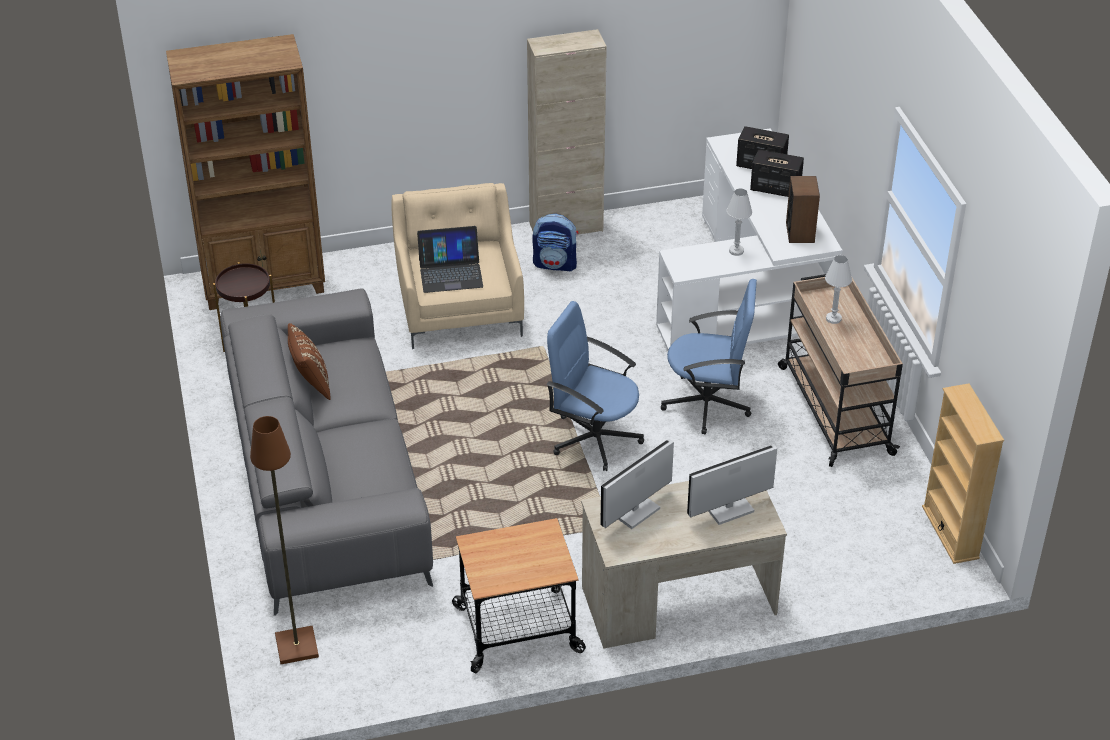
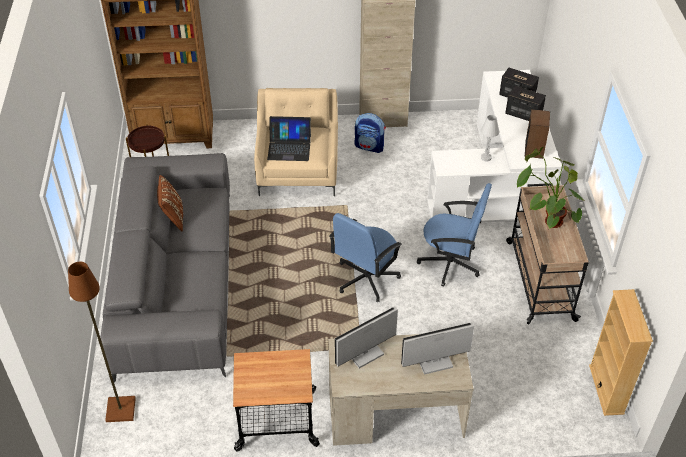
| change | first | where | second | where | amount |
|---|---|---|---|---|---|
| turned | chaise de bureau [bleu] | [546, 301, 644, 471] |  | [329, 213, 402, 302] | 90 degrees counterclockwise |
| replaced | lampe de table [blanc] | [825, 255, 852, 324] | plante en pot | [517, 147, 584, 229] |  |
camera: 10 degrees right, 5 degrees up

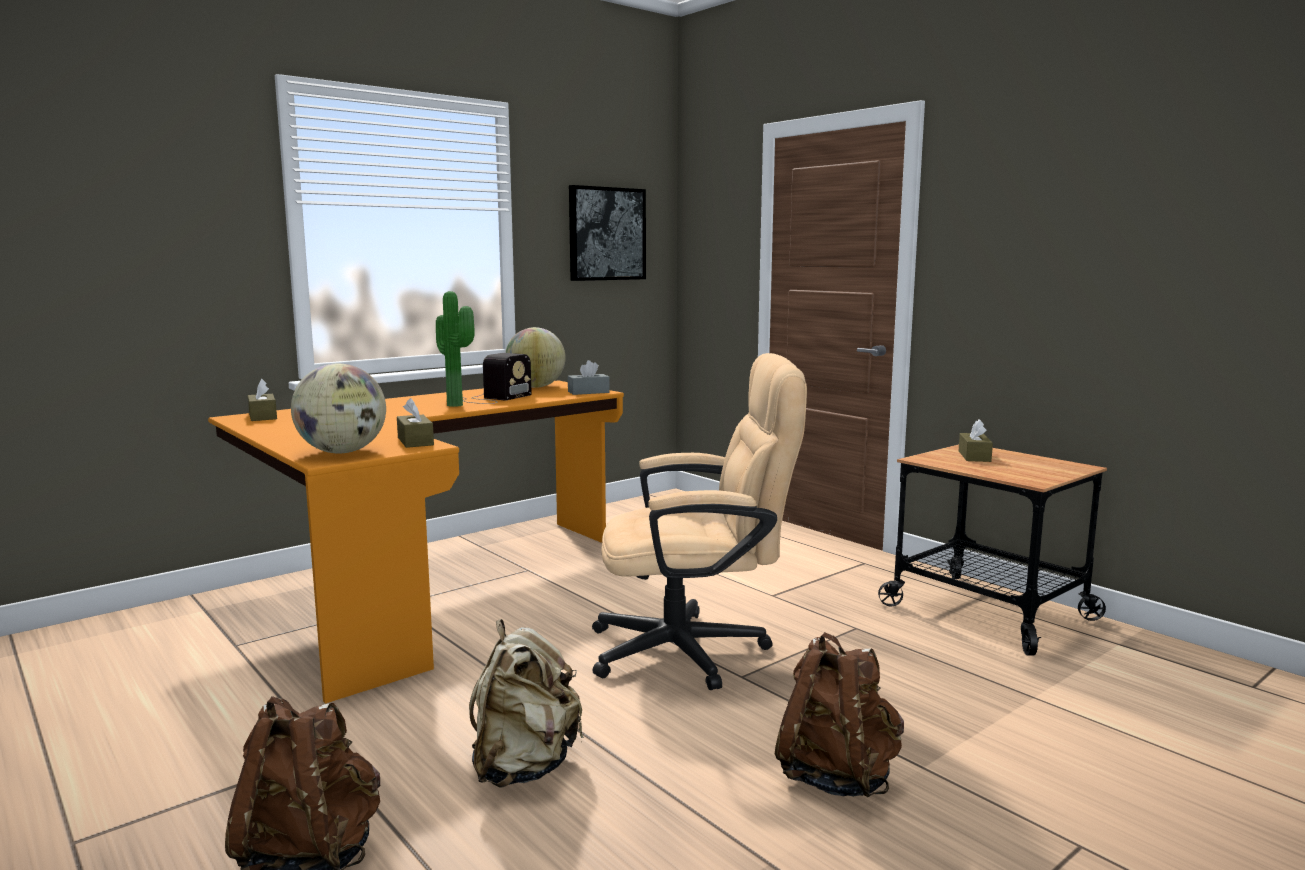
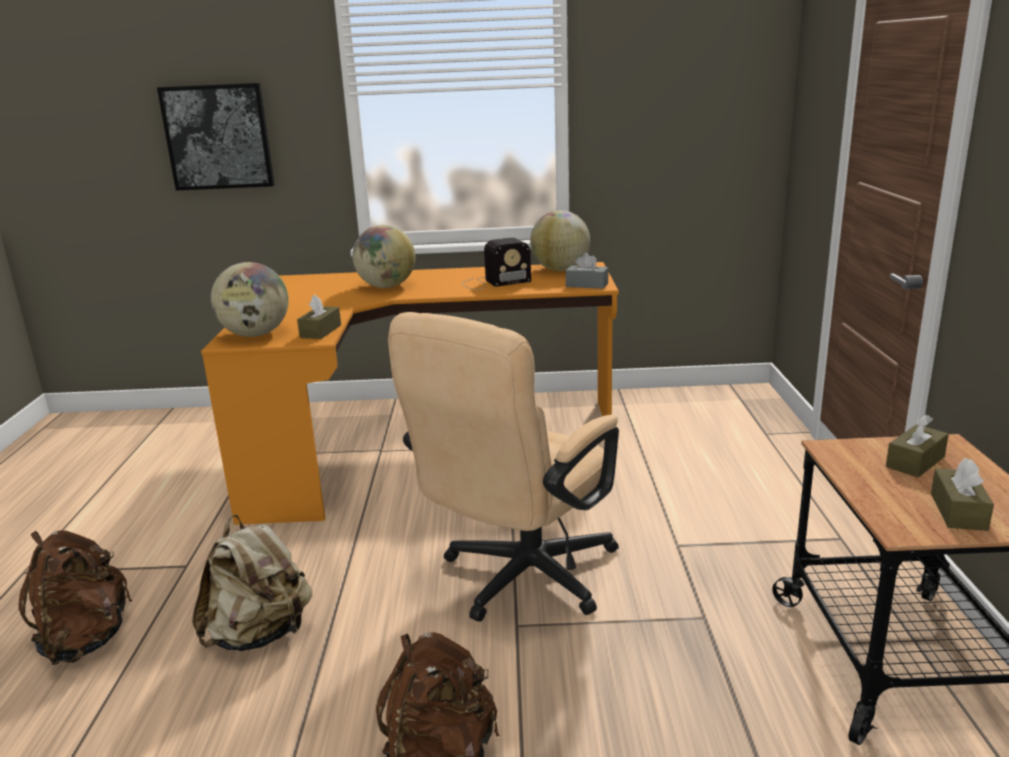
| change | first | where | second | where | amount |
|---|---|---|---|---|---|
| moved | tableau | [569, 185, 646, 281] |  | [157, 83, 275, 190] |  |
| added |  |  | globe | [352, 225, 415, 288] |  |
| turned | chaise de bureau [beige] | [592, 353, 807, 690] |  | [388, 312, 619, 622] | 90 degrees clockwise |
| moved | boîte à mouchoirs [marron] | [248, 379, 277, 421] |  | [931, 458, 994, 531] |  |
| removed | plante en pot | [436, 291, 475, 407] |  |  |  |
camera: 40 degrees right, 10 degrees up

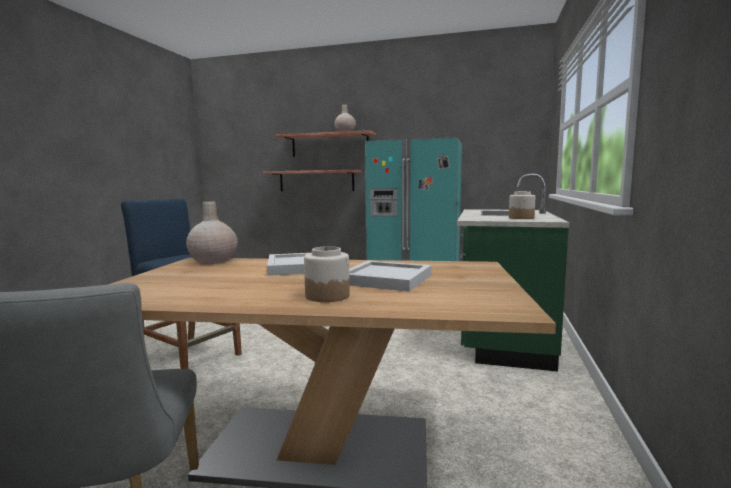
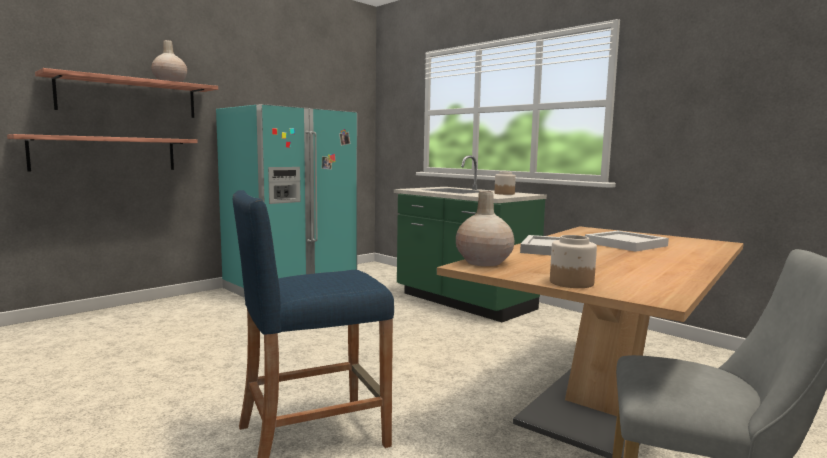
| change | first | where | second | where | amount |
|---|---|---|---|---|---|
| moved | bocal | [304, 246, 350, 302] |  | [550, 235, 597, 288] |  |
camera: 60 degrees left, 0 degrees up

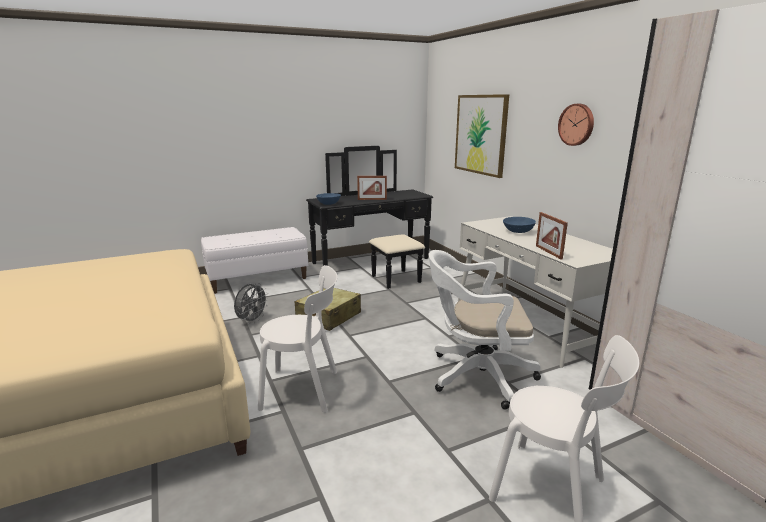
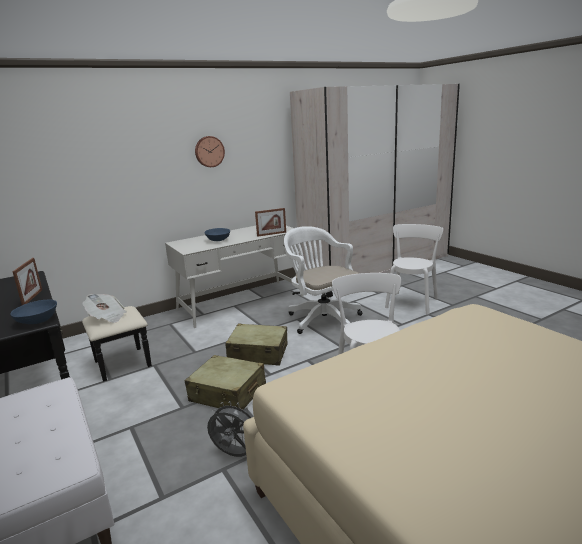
| change | first | where | second | where | amount |
|---|---|---|---|---|---|
| added |  |  | journal | [82, 294, 127, 323] |  |
| added |  |  | valise [beige] | [226, 323, 288, 366] |  |
| turned | chaise de bureau [blanc] | [429, 250, 541, 410] |  | [284, 226, 362, 334] | 150 degrees clockwise |
| removed | tableau | [455, 94, 509, 178] |  |  |  |
camera: 95 degrees left, 0 degrees up

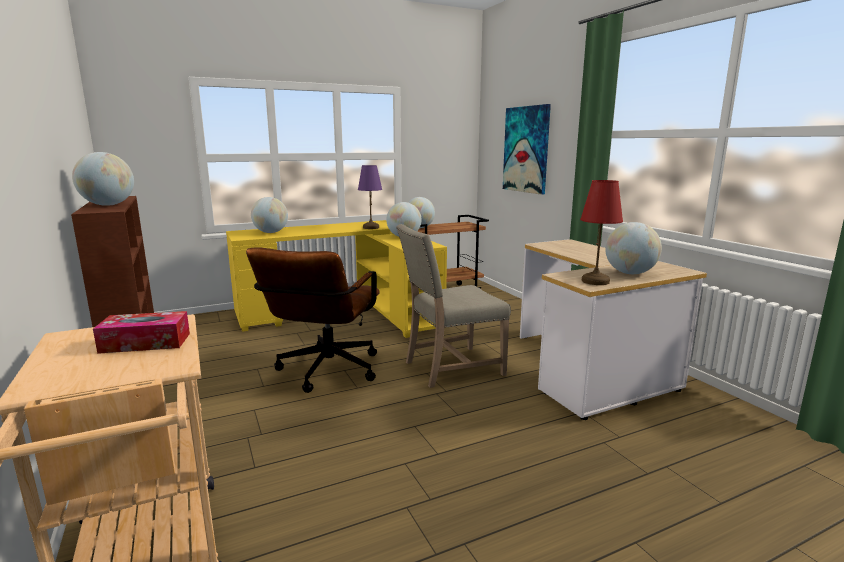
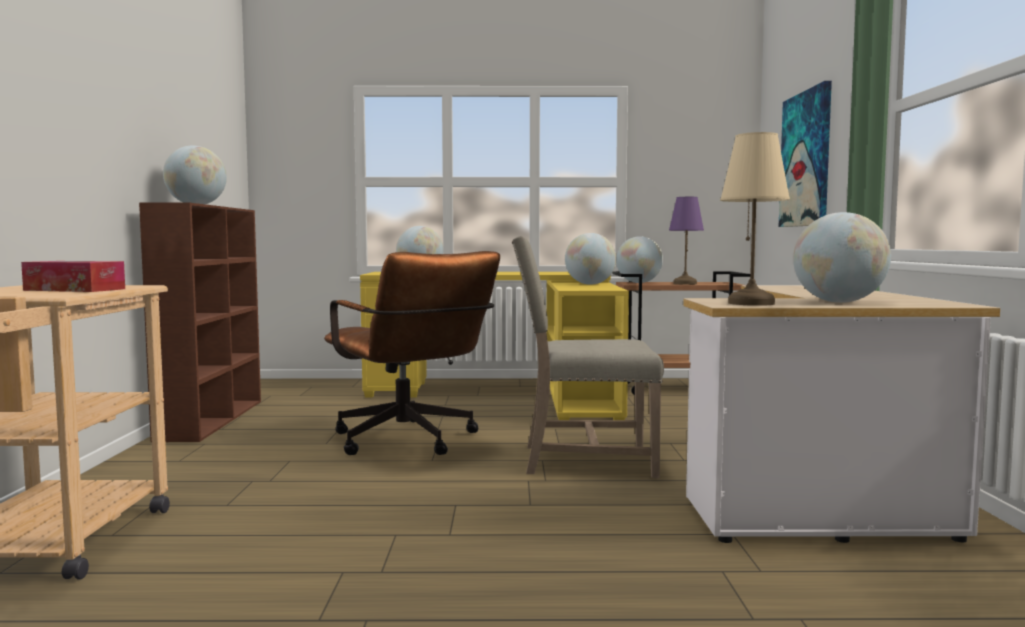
| change | first | where | second | where | amount |
|---|---|---|---|---|---|
| turned | chaise de bureau [marron] | [246, 247, 380, 393] |  | [324, 251, 500, 455] | 75 degrees counterclockwise |
| moved | lampe de table [violet] | [358, 165, 382, 229] |  | [669, 197, 704, 285] |  |
| recoloured | lampe de table [rouge] | [580, 180, 623, 285] | lampe de table [beige] | [720, 132, 790, 306] |  |
camera: 25 degrees right, 10 degrees down

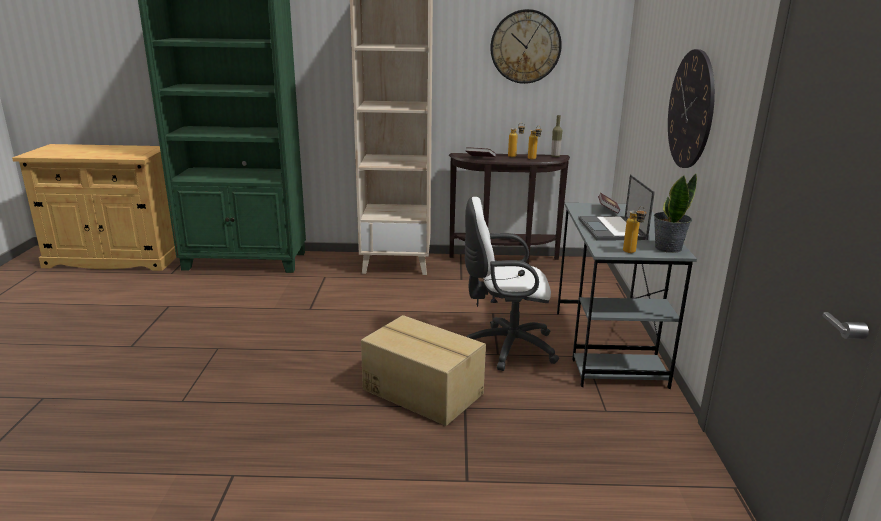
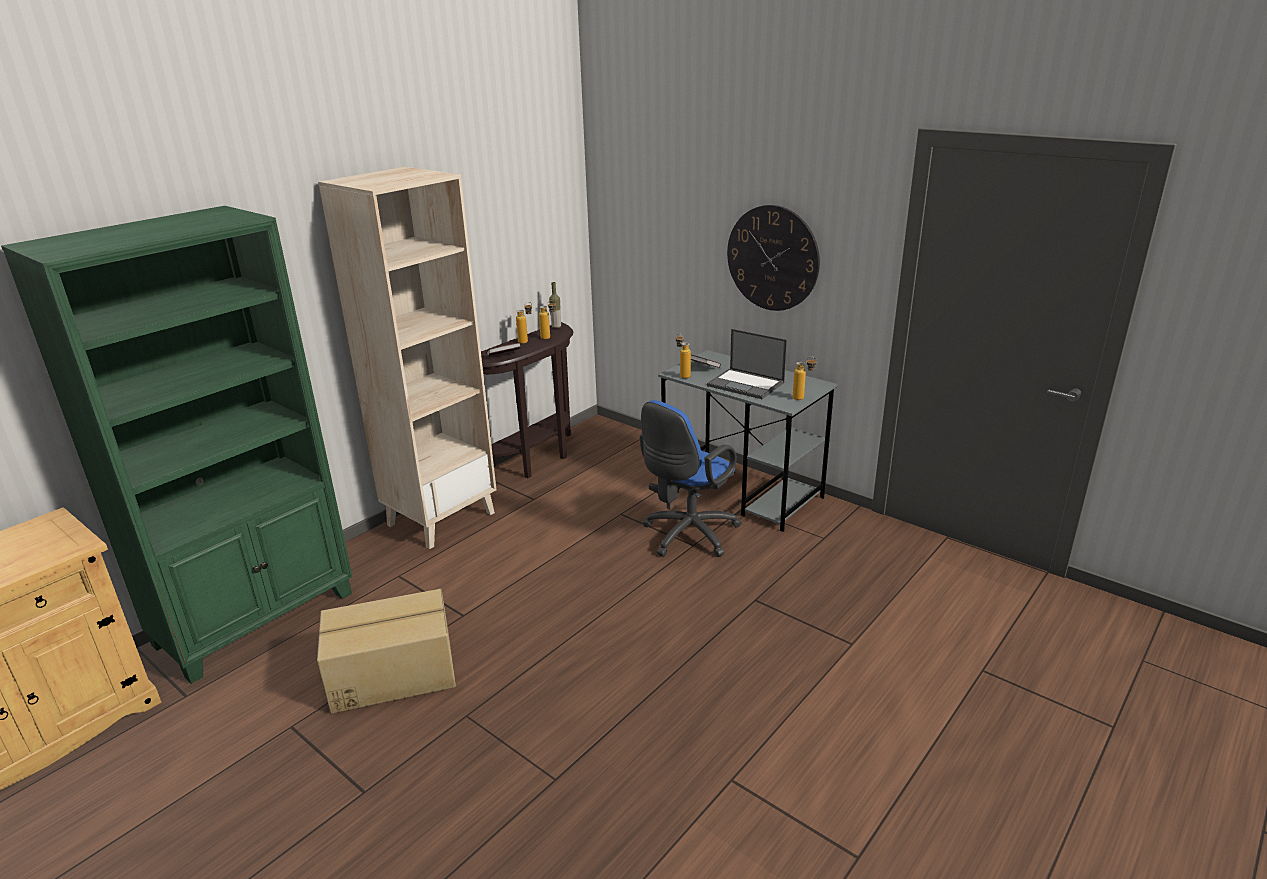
| change | first | where | second | where | amount |
|---|---|---|---|---|---|
| moved | carton | [361, 315, 486, 426] |  | [317, 589, 456, 714] |  |
| recoloured | chaise de bureau [blanc] | [465, 197, 559, 371] | chaise de bureau [bleu] | [640, 400, 741, 557] |  |
| added |  |  | bouteille | [676, 333, 691, 379] |  |
| removed | horloge murale | [490, 9, 562, 84] |  |  |  |
| removed | plante en pot | [654, 173, 697, 253] |  |  |  |
camera: 50 degrees left, 5 degrees up

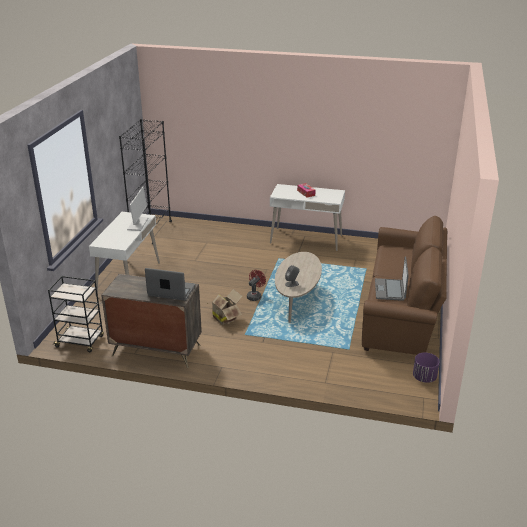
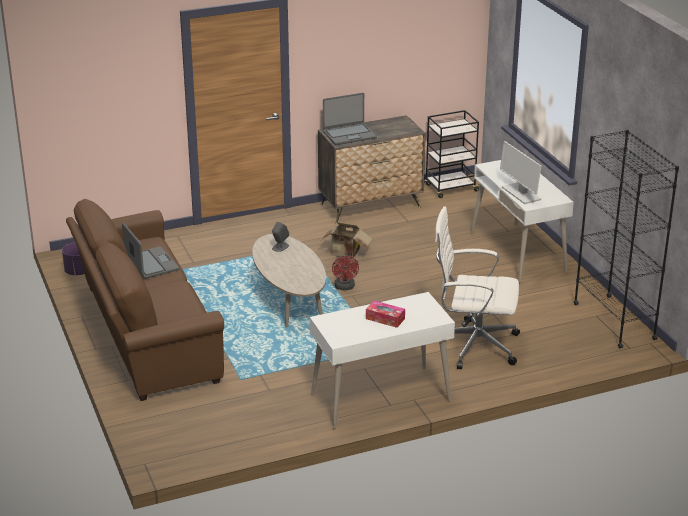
| change | first | where | second | where | amount |
|---|---|---|---|---|---|
| added |  |  | chaise de bureau [blanc] | [435, 206, 520, 369] |  |
camera: 145 degrees right, 0 degrees up

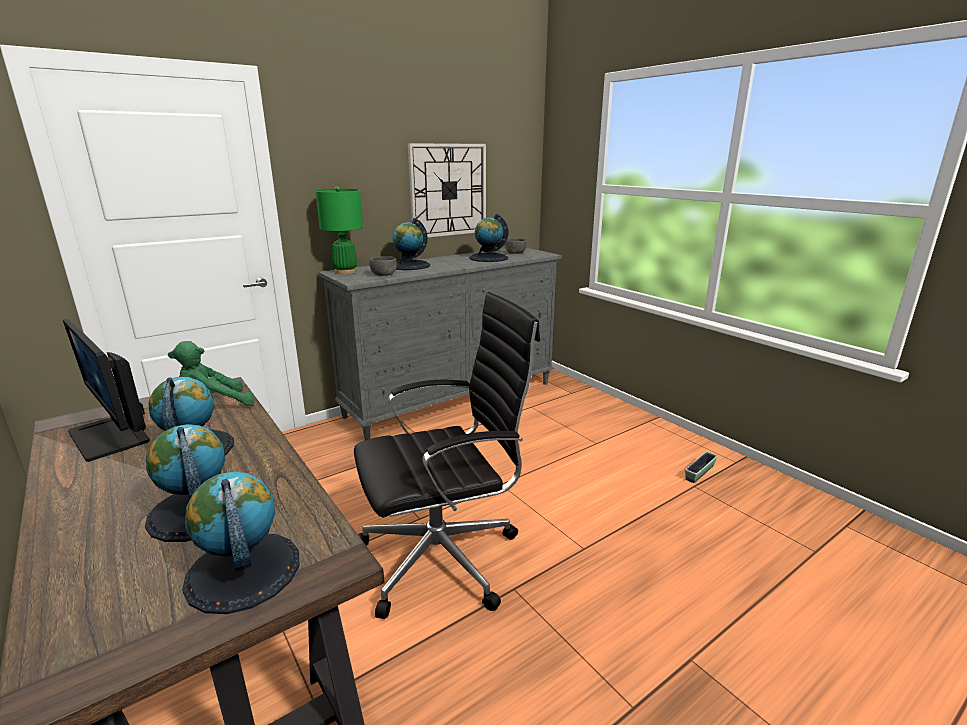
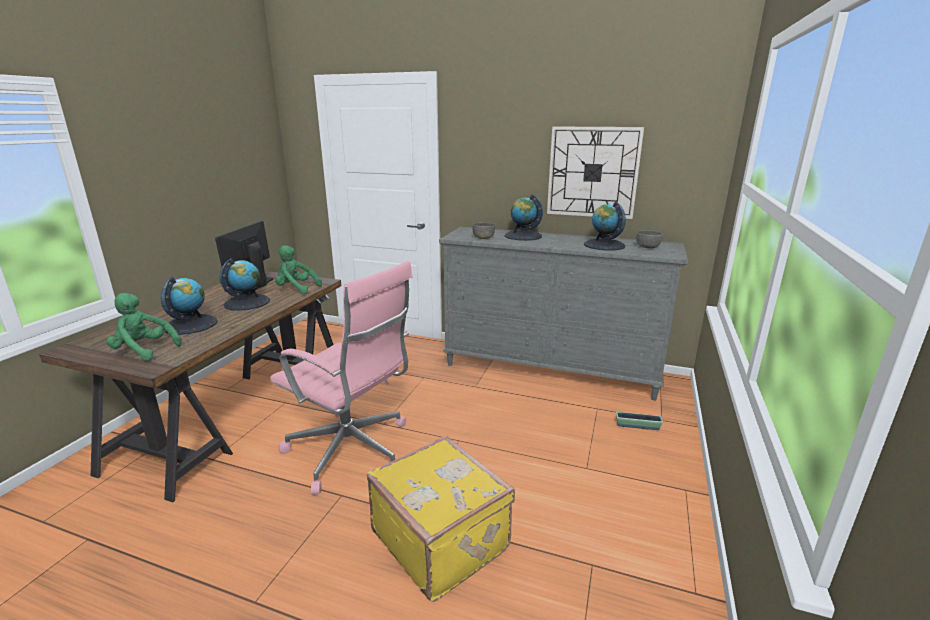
| change | first | where | second | where | amount |
|---|---|---|---|---|---|
| replaced | globe | [182, 471, 299, 614] | peluche [vert] | [106, 293, 182, 360] |  |
| recoloured | chaise de bureau [noir] | [354, 292, 540, 619] | chaise de bureau [rose] | [270, 261, 413, 494] |  |
| added |  |  | valise [jaune] | [367, 436, 515, 602] |  |
| moved | cache-pot | [685, 452, 717, 483] |  | [616, 412, 663, 430] |  |
| removed | lampe de table [vert] | [315, 187, 363, 274] |  |  |  |
camera: 55 degrees right, 0 degrees up

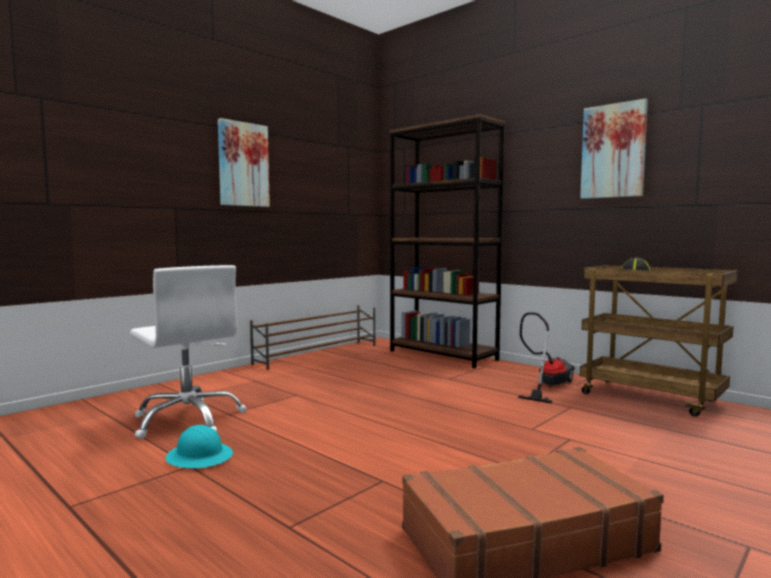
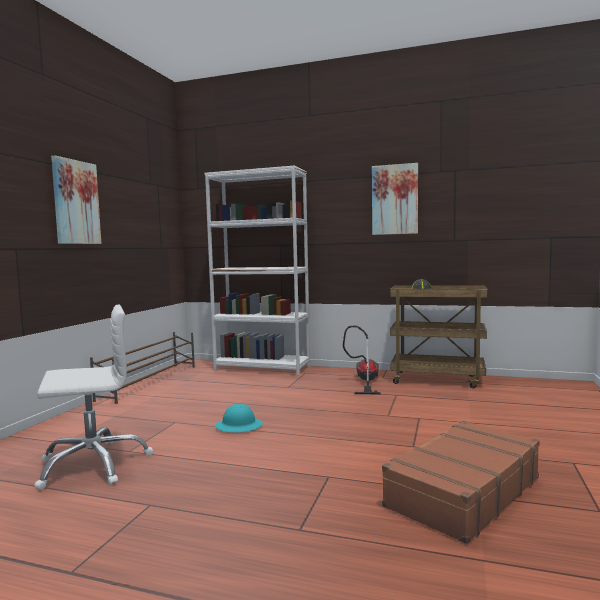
| change | first | where | second | where | amount |
|---|---|---|---|---|---|
| turned | chaise de bureau [blanc] | [130, 265, 246, 439] |  | [34, 305, 153, 490] | 45 degrees counterclockwise |
| recoloured | bibliothèque [marron] | [390, 114, 505, 368] | bibliothèque [blanc] | [204, 166, 310, 376] |  |
| moved | casque de chantier [turquoise] | [166, 425, 233, 468] |  | [215, 404, 262, 432] |  |
camera: 25 degrees left, 0 degrees up

